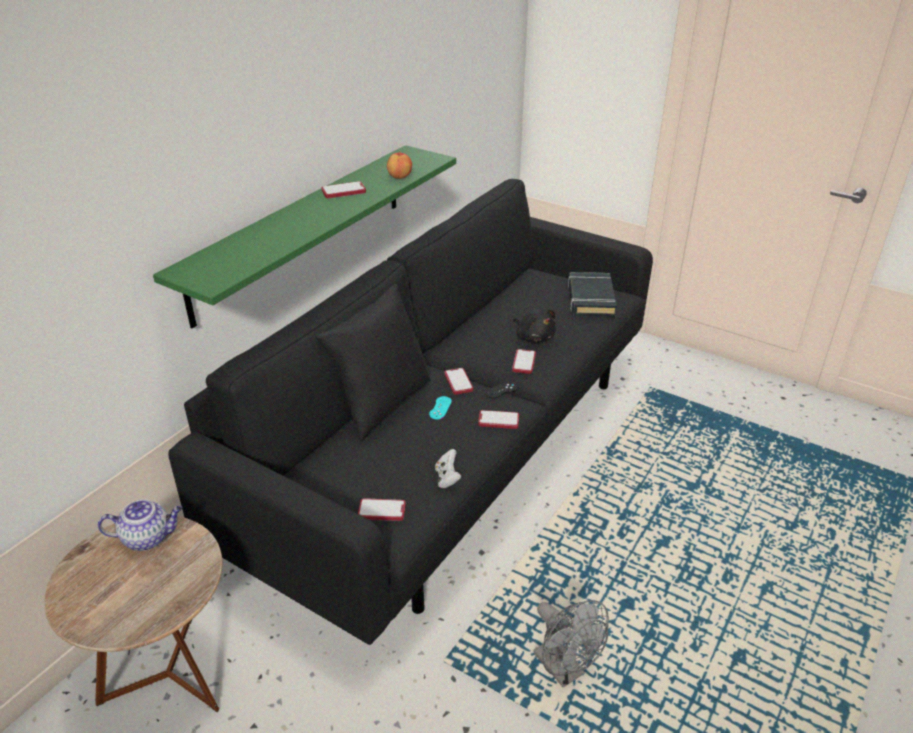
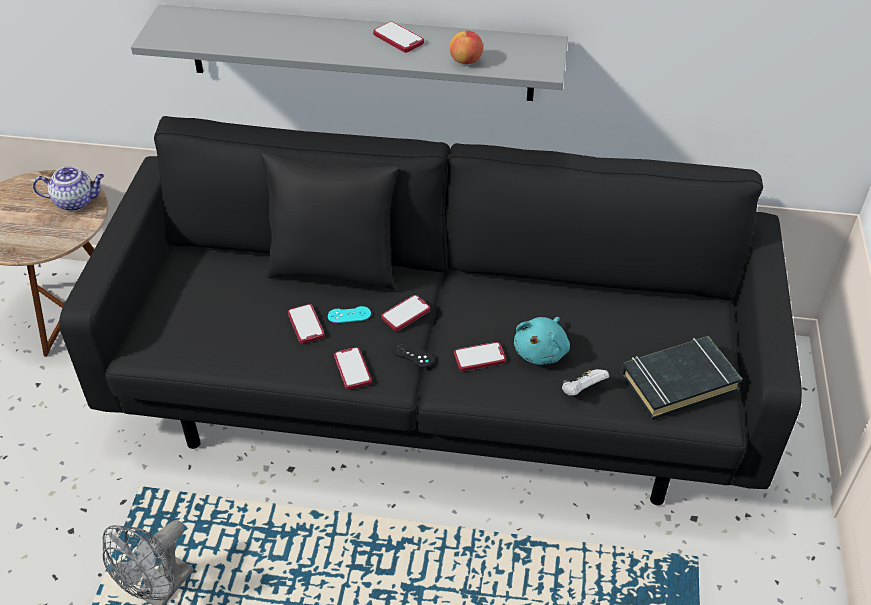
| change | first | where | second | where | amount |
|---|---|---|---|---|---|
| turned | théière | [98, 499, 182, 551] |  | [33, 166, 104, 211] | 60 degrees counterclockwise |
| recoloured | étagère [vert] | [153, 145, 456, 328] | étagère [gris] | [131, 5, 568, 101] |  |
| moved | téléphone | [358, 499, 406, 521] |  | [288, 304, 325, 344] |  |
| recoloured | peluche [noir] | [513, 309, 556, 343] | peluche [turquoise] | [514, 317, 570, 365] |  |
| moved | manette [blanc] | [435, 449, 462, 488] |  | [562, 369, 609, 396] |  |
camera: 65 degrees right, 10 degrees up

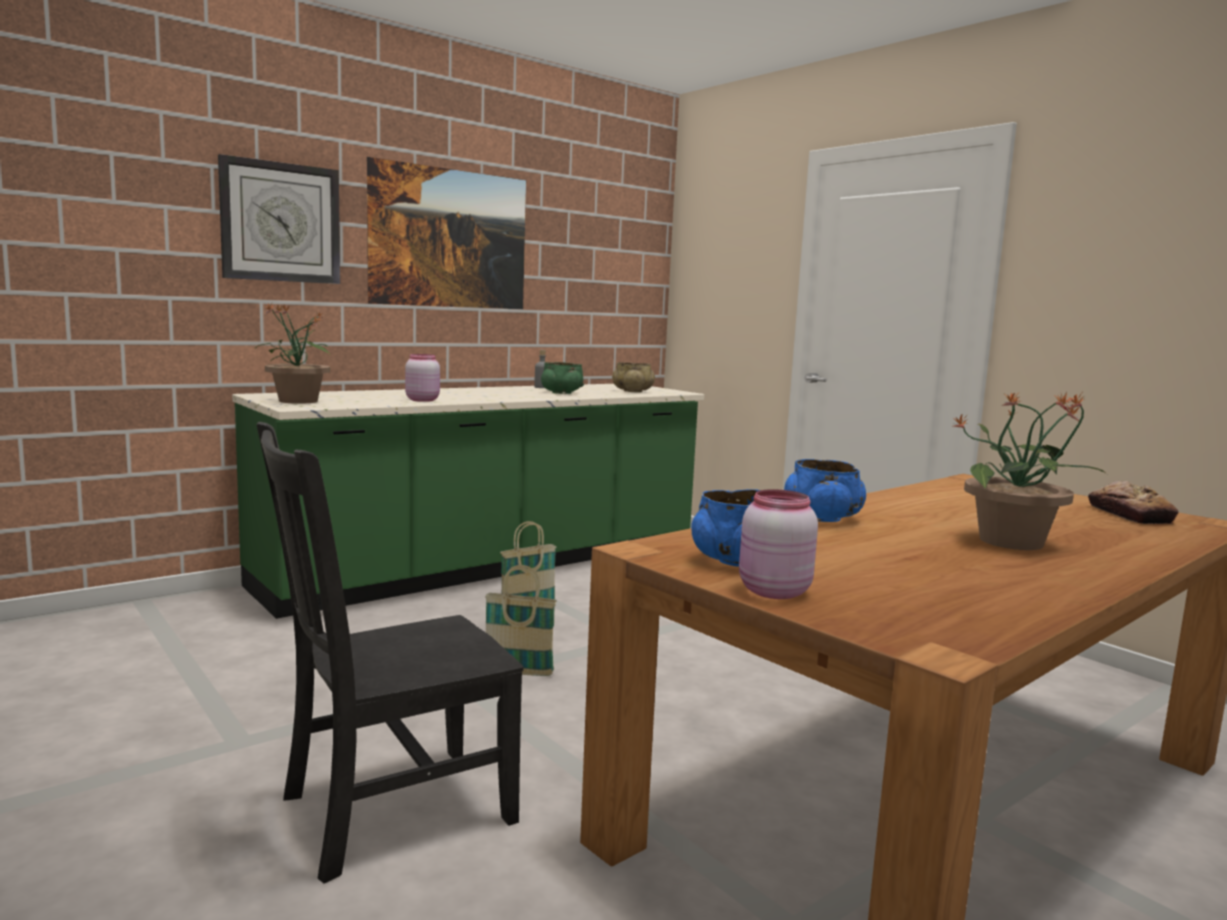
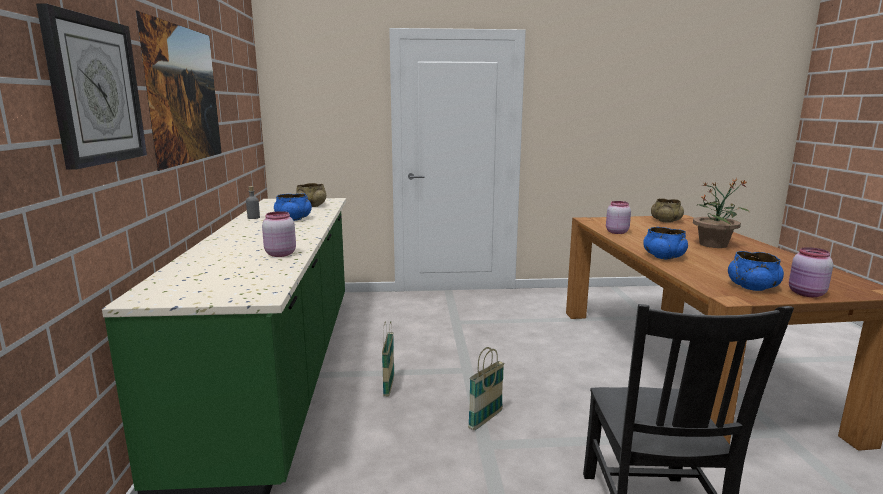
| change | first | where | second | where | amount |
|---|---|---|---|---|---|
| recoloured | bol [vert] | [541, 362, 584, 394] | bol [bleu] | [274, 194, 312, 221] |  |
| added |  |  | bocal [rose] | [606, 201, 631, 234] |  |
| replaced | pain | [1088, 481, 1179, 524] | bol [beige] | [651, 198, 684, 223] |  |
| removed | plante en pot | [254, 303, 331, 404] |  |  |  |
camera: 55 degrees left, 5 degrees up

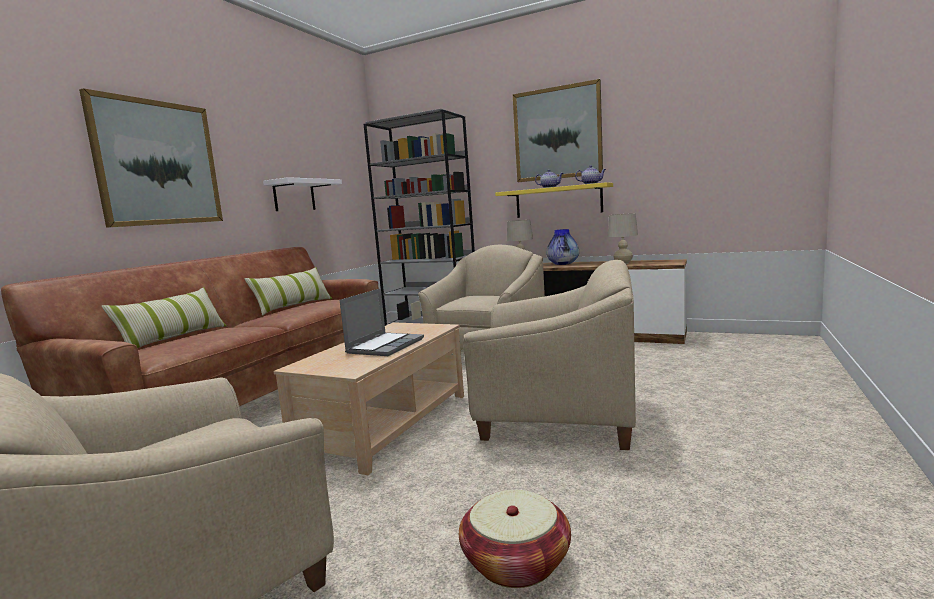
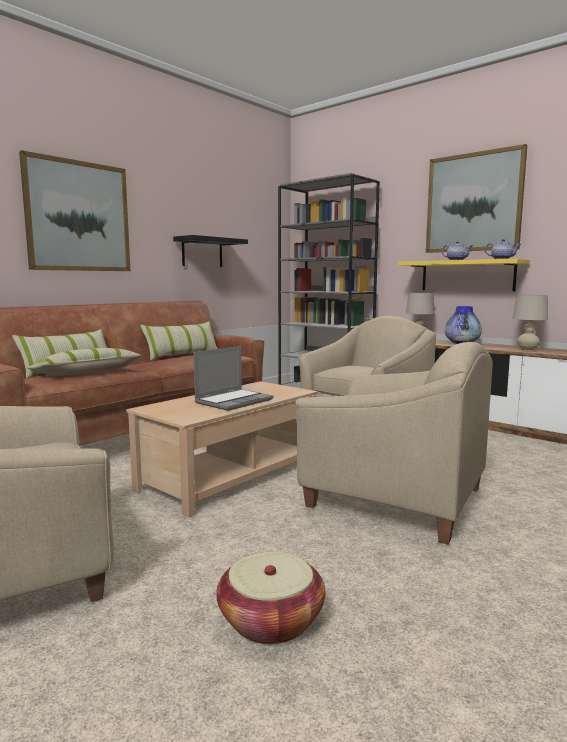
| change | first | where | second | where | amount |
|---|---|---|---|---|---|
| added |  |  | coussin | [27, 348, 142, 375] |  |
| recoloured | étagère [blanc] | [263, 177, 342, 211] | étagère [noir] | [173, 235, 248, 267] |  |
camera: 15 degrees right, 0 degrees up

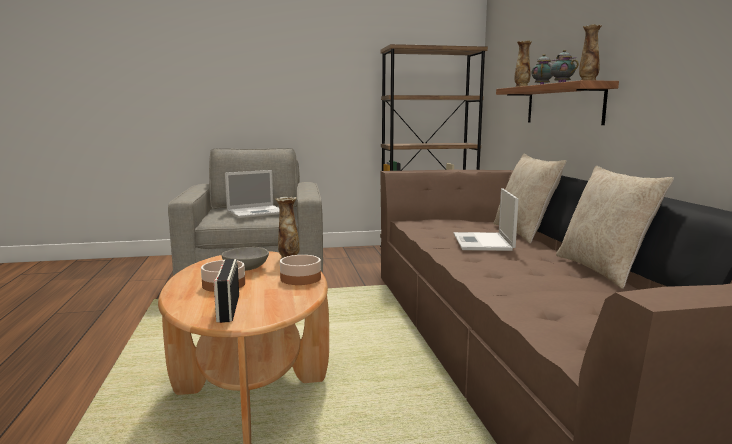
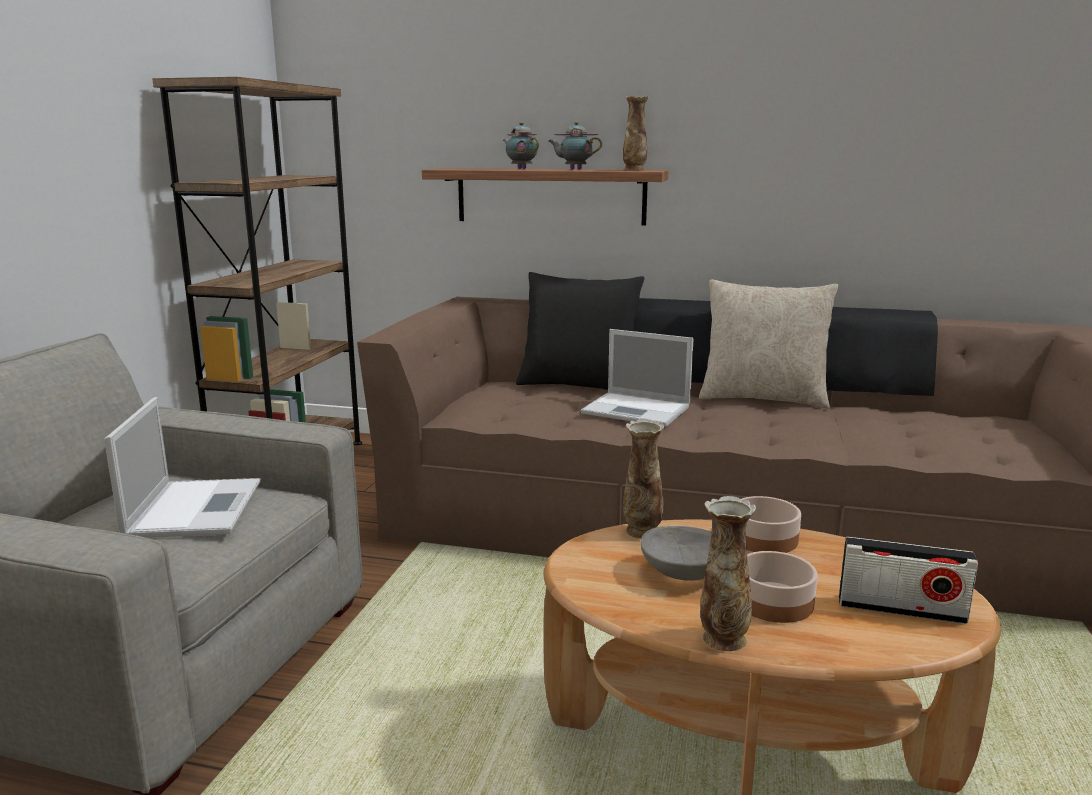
| change | first | where | second | where | amount |
|---|---|---|---|---|---|
| recoloured | coussin [beige] | [494, 154, 566, 243] | coussin [noir] | [516, 272, 644, 390] |  |
| moved | vase | [514, 40, 532, 87] |  | [700, 496, 756, 651] |  |
camera: 65 degrees left, 5 degrees up

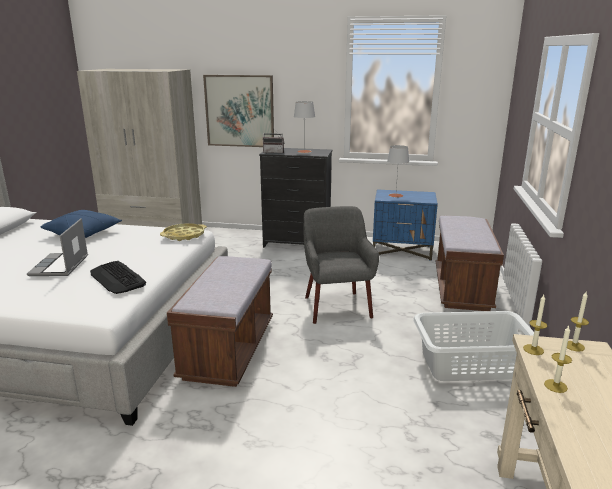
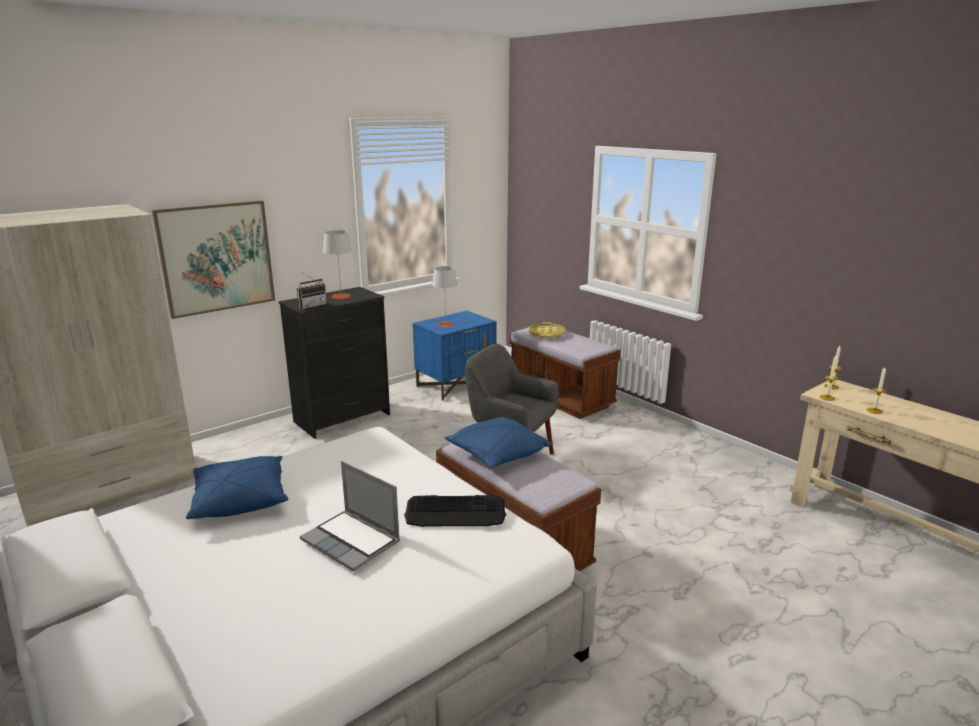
| change | first | where | second | where | amount |
|---|---|---|---|---|---|
| added |  |  | coussin [bleu] | [445, 417, 552, 468] |  |
| moved | plateau [jaune] | [160, 223, 207, 241] |  | [529, 322, 565, 339] |  |
| removed | panier à linge [blanc] | [413, 311, 534, 381] |  |  |  |
camera: 50 degrees left, 0 degrees up

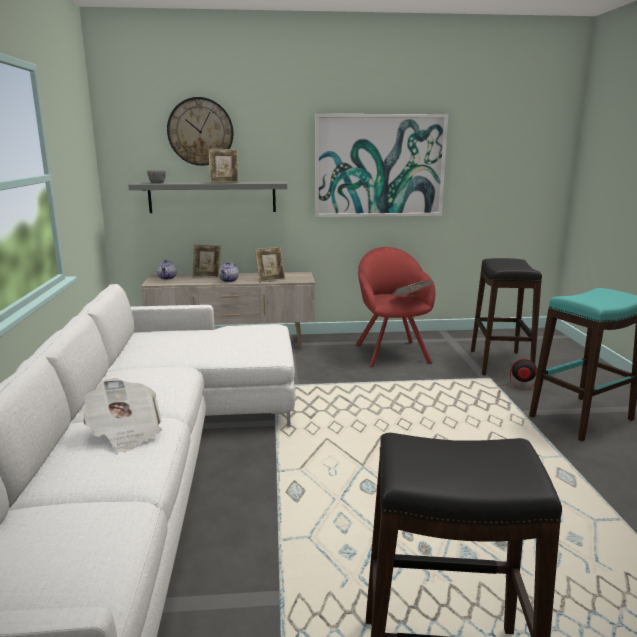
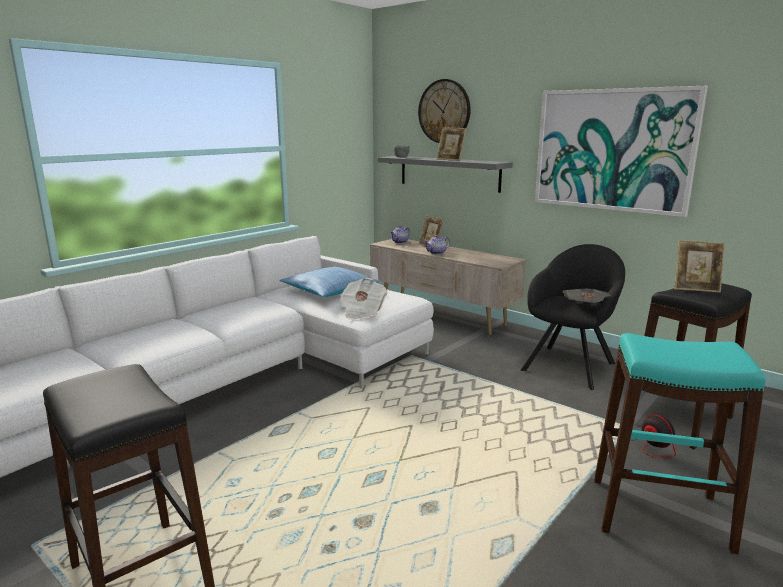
| change | first | where | second | where | amount |
|---|---|---|---|---|---|
| added |  |  | coussin | [279, 267, 379, 297] |  |
| moved | journal | [83, 378, 162, 452] |  | [340, 278, 388, 320] |  |
| recoloured | fauteuil [rouge] | [355, 247, 435, 367] | fauteuil [noir] | [520, 244, 625, 390] |  |
| moved | cadre photo | [255, 247, 285, 283] |  | [674, 240, 725, 293] |  |
camera: 45 degrees right, 0 degrees up

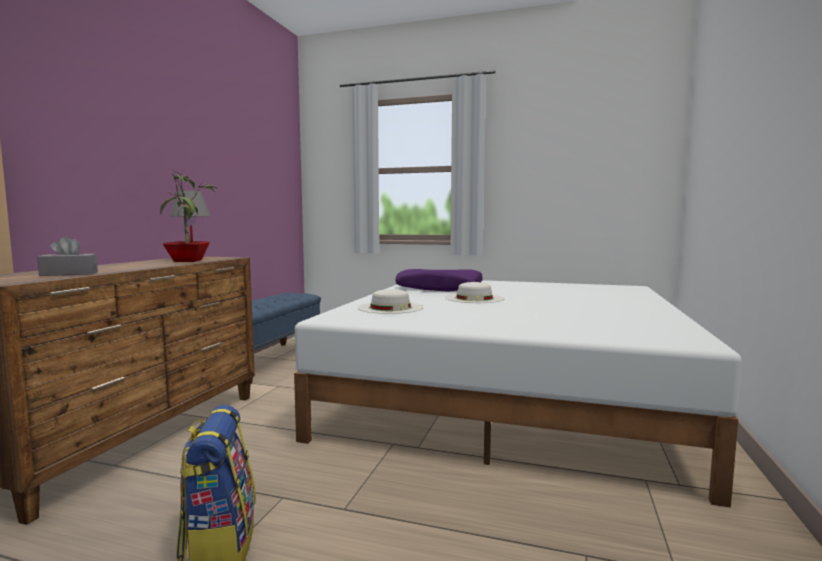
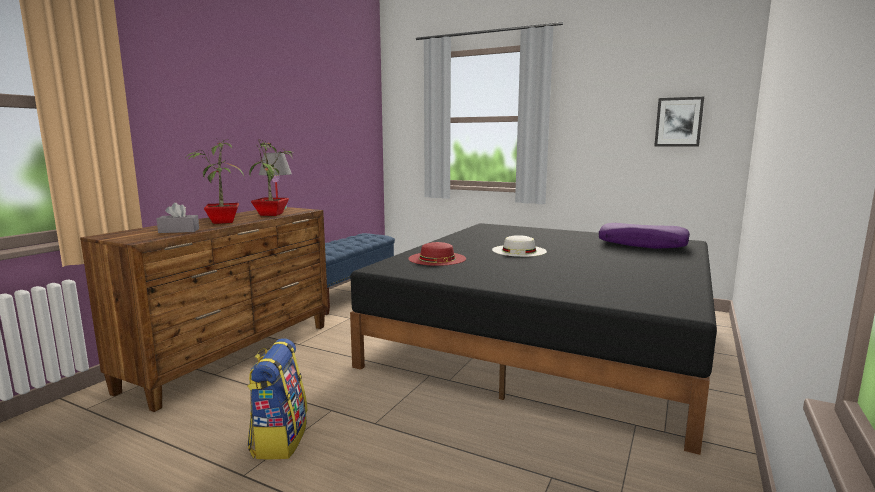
| change | first | where | second | where | amount |
|---|---|---|---|---|---|
| added |  |  | plante en pot | [186, 139, 245, 224] |  |
| recoloured | lit [blanc] | [294, 280, 742, 508] | lit [noir] | [350, 223, 717, 455] |  |
| recoloured | chapeau [blanc] | [358, 289, 424, 314] | chapeau [rouge] | [408, 242, 466, 266] |  |
| moved | coussin [violet] | [395, 269, 483, 292] |  | [599, 223, 690, 249] |  |
| added |  |  | tableau | [654, 97, 704, 147] |  |
camera: 10 degrees right, 5 degrees up

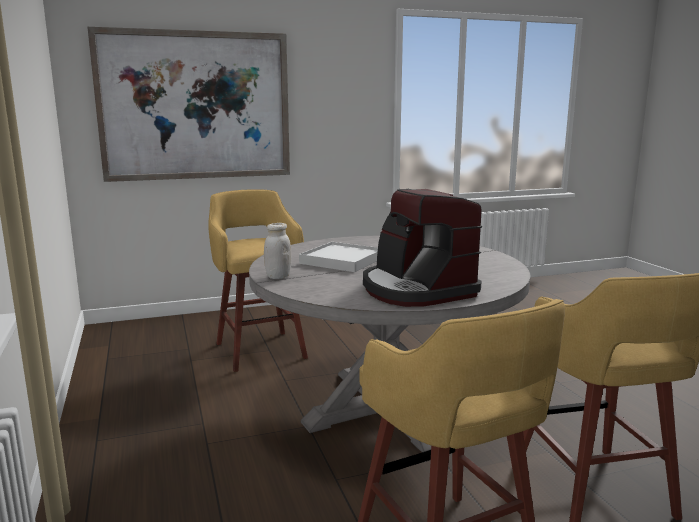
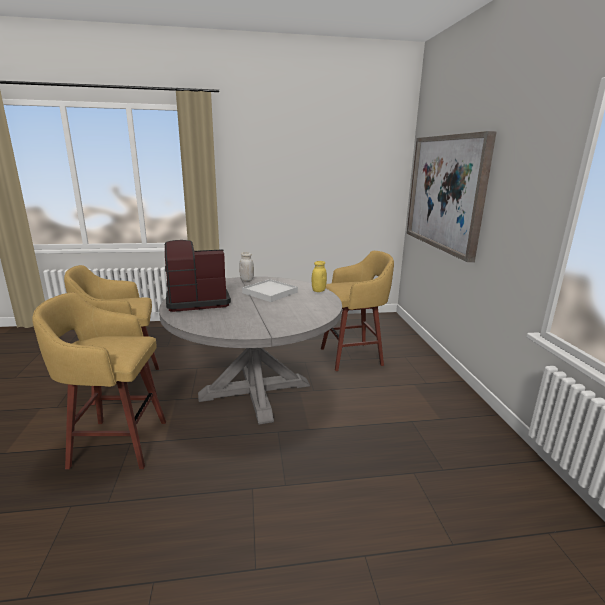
| change | first | where | second | where | amount |
|---|---|---|---|---|---|
| added |  |  | bocal [jaune] | [312, 261, 327, 292] |  |
camera: 100 degrees right, 5 degrees up

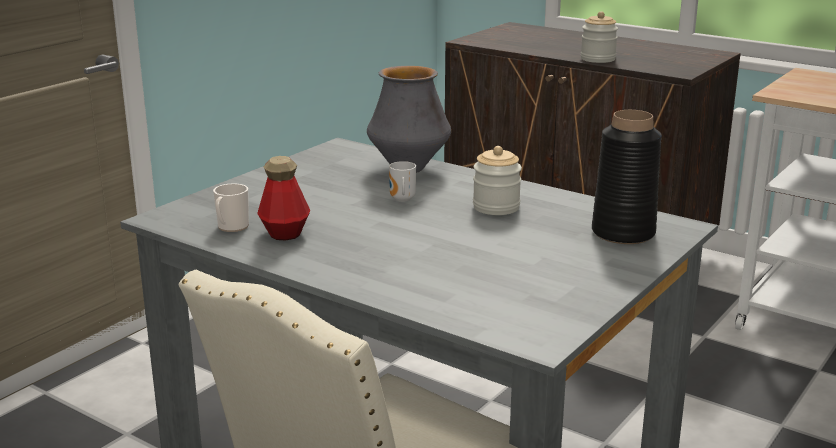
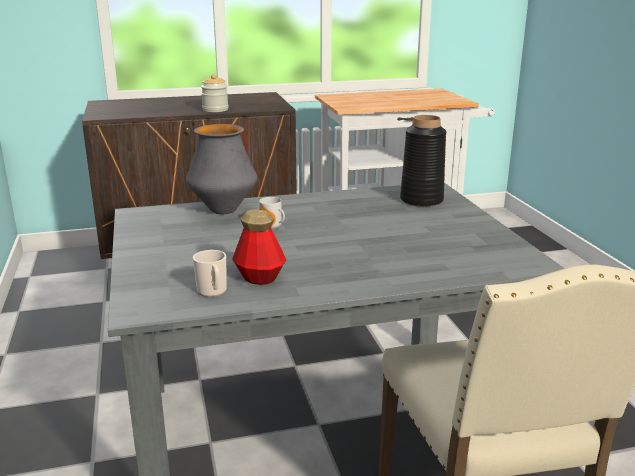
| change | first | where | second | where | amount |
|---|---|---|---|---|---|
| removed | bocal | [473, 146, 522, 215] |  |  |  |
camera: 50 degrees left, 0 degrees up

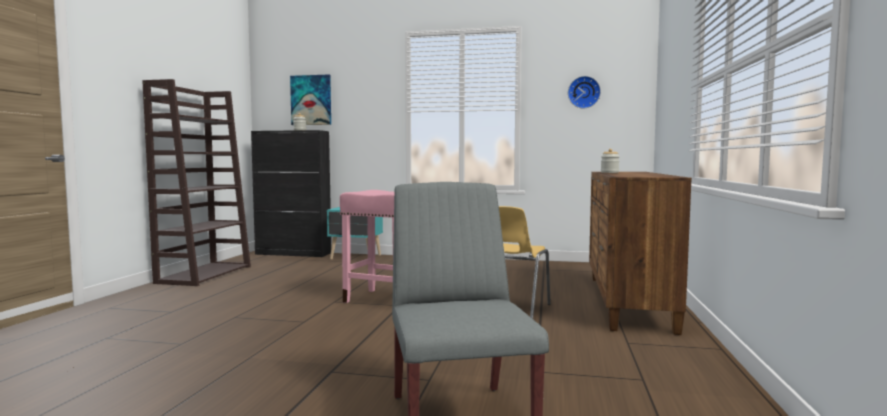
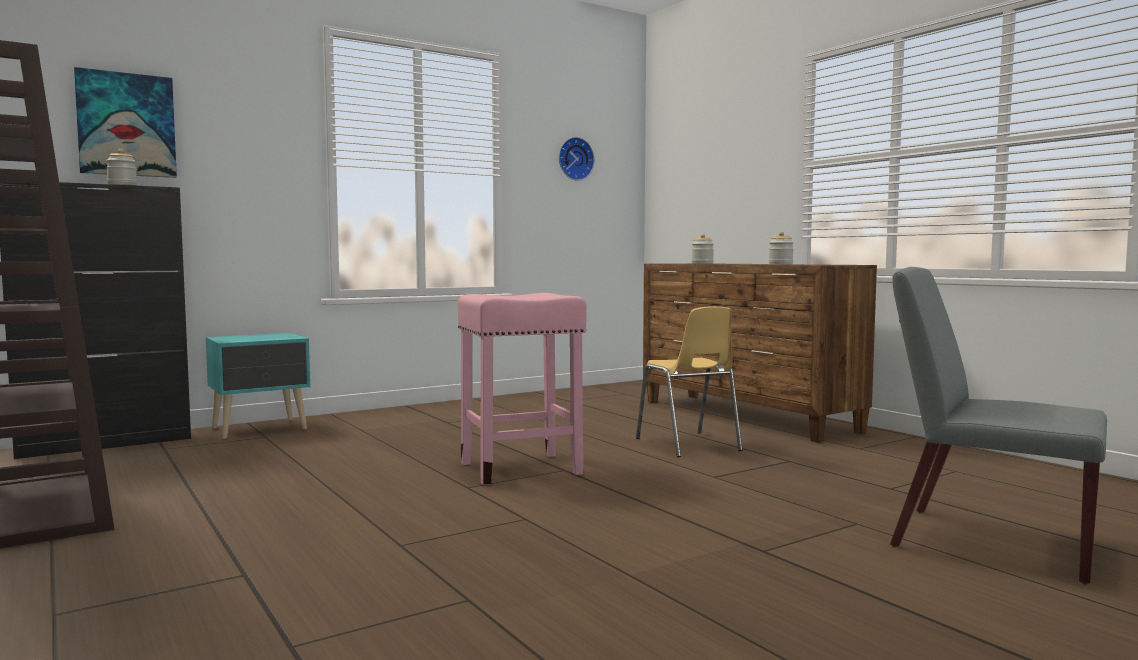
| change | first | where | second | where | amount |
|---|---|---|---|---|---|
| added |  |  | bocal | [769, 232, 794, 264] |  |
camera: 45 degrees left, 0 degrees up

